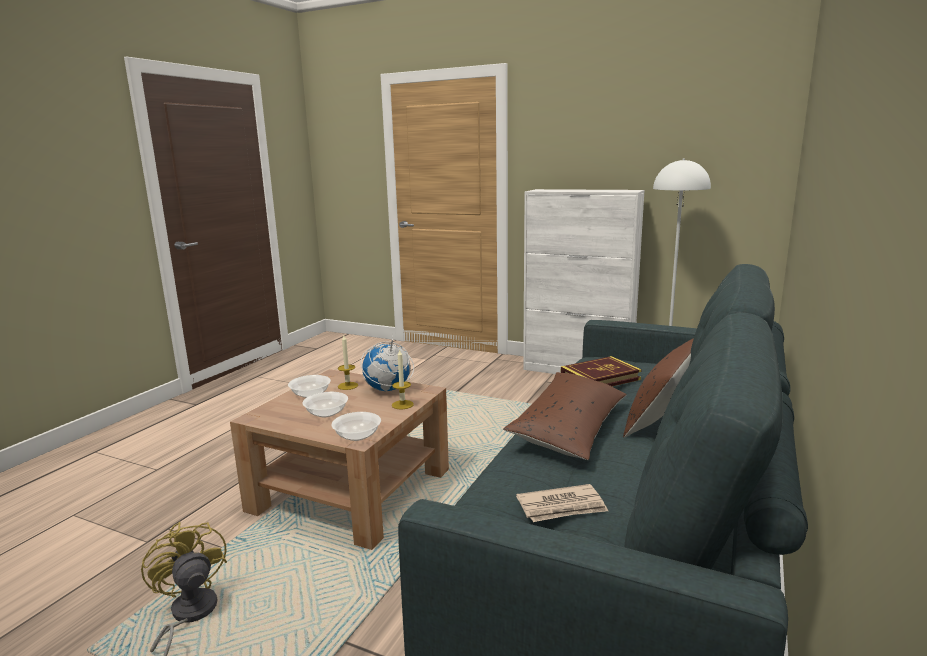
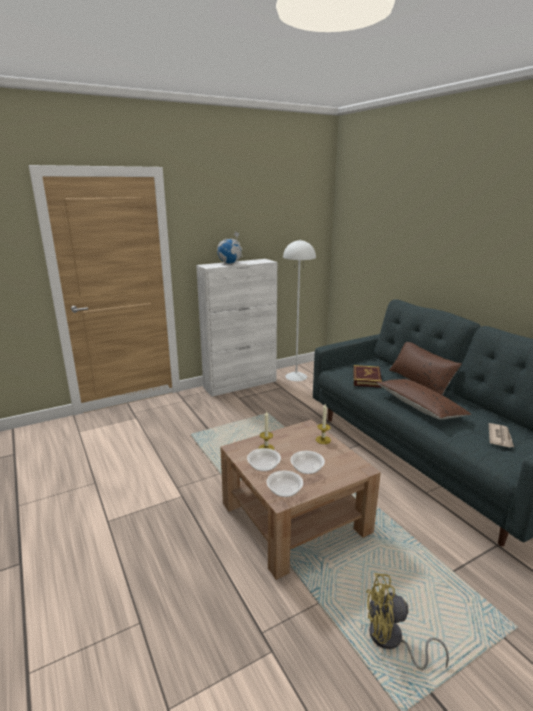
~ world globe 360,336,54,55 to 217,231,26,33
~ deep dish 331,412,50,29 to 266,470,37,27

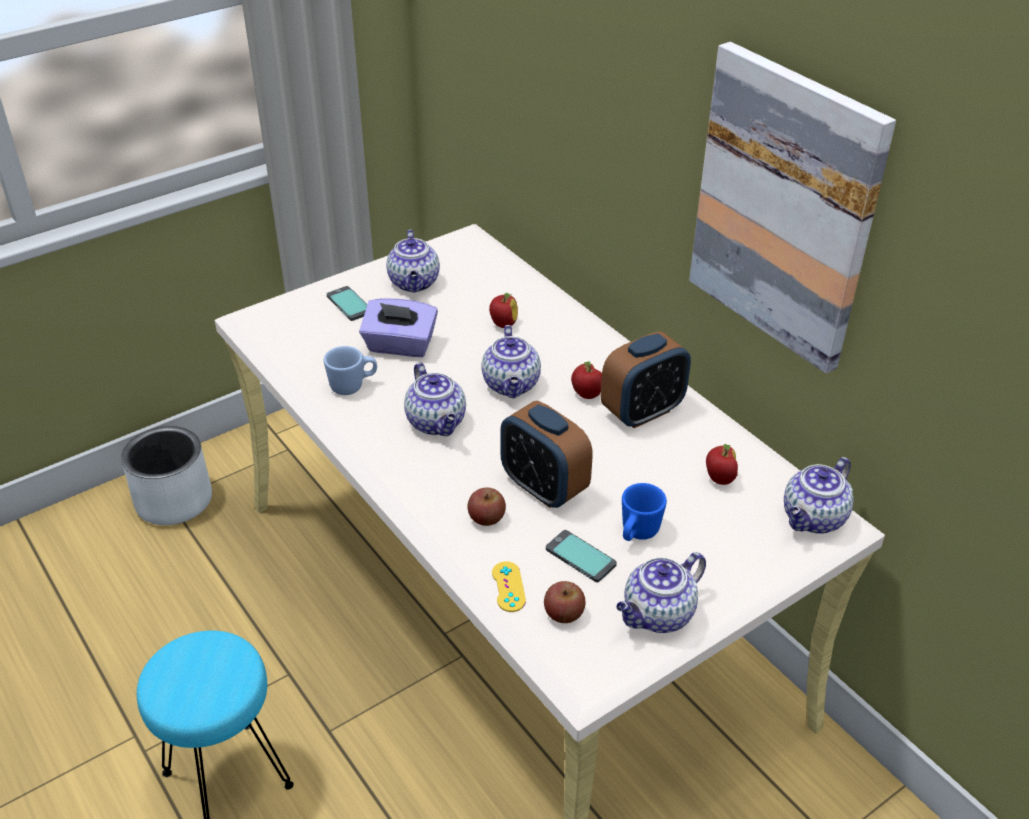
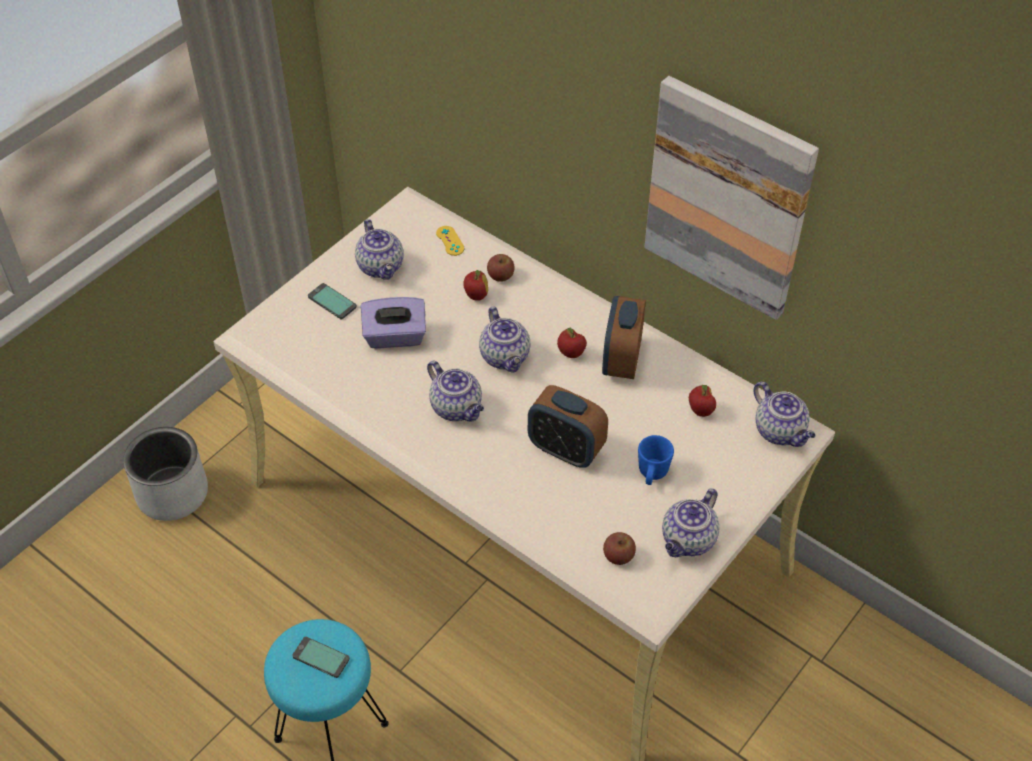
~ handset 546,530,71,52 to 292,637,58,41
~ yellowish game controller 492,561,34,51 to 436,226,28,30
~ apple fruit 468,487,38,39 to 487,254,28,28
~ alarm clock 601,331,90,97 = 602,296,44,83 150 degrees clockwise
~ pot for tea 784,457,70,77 = 754,382,62,65 60 degrees counterclockwise
- blue tea mug 324,346,53,49

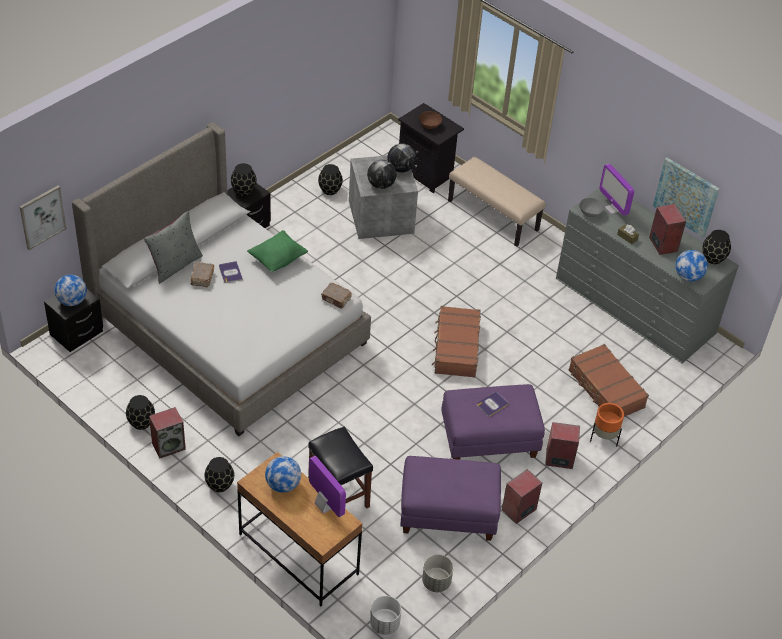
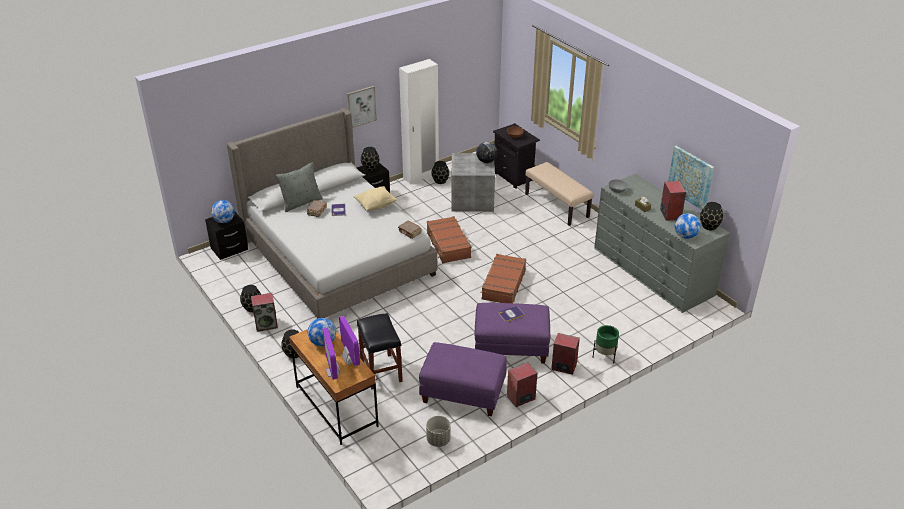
~ computer display 599,164,35,52 to 322,327,19,53
~ wall picture 20,185,47,65 to 347,86,30,42
~ green cushion 247,230,61,42 to sand-coloured cushion 353,186,44,25
+ white wardrobe 399,59,40,125
~ brown-coloured suitcase 569,344,80,73 to 427,216,44,47
~ orange planter 590,403,34,44 to green planter 593,325,26,38
- world globe 367,160,29,29
- white planter 370,596,32,39

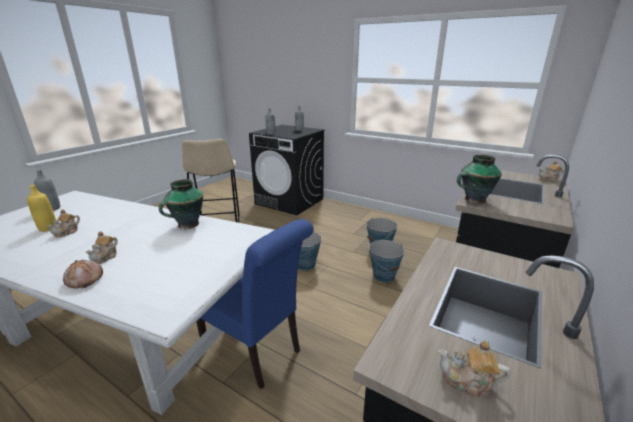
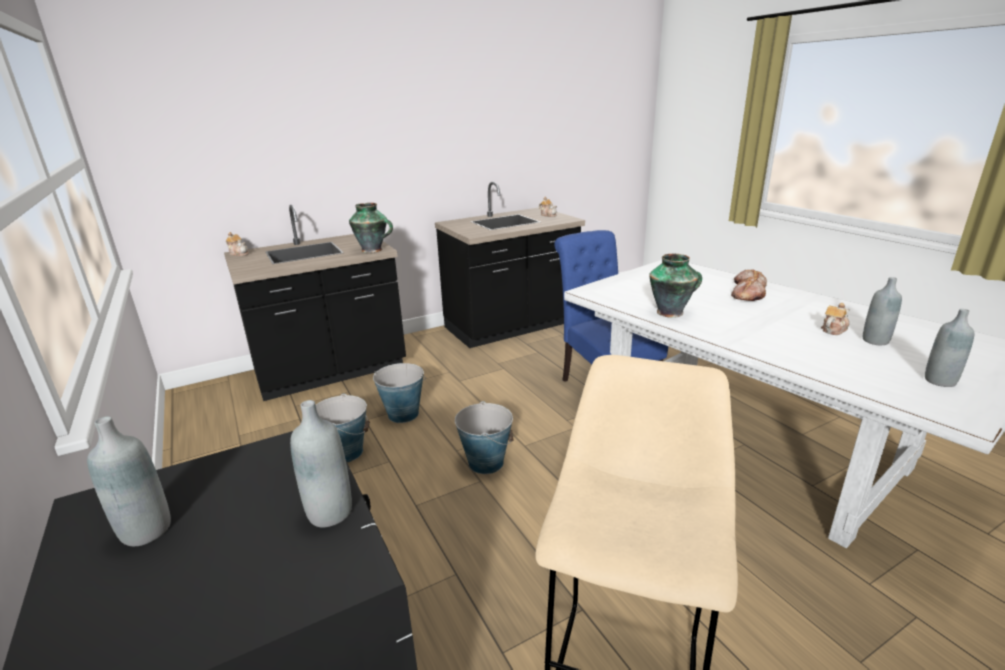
~ pot for tea 85,231,33,33 to bread 731,280,35,21
~ yellowish drink bottle 27,185,29,47 to greyish drink bottle 863,277,39,68

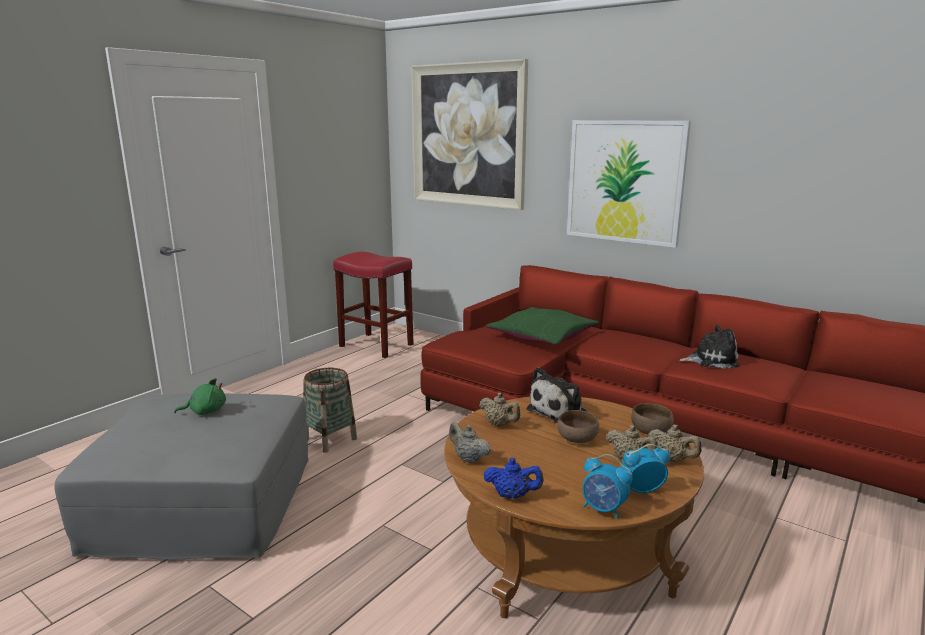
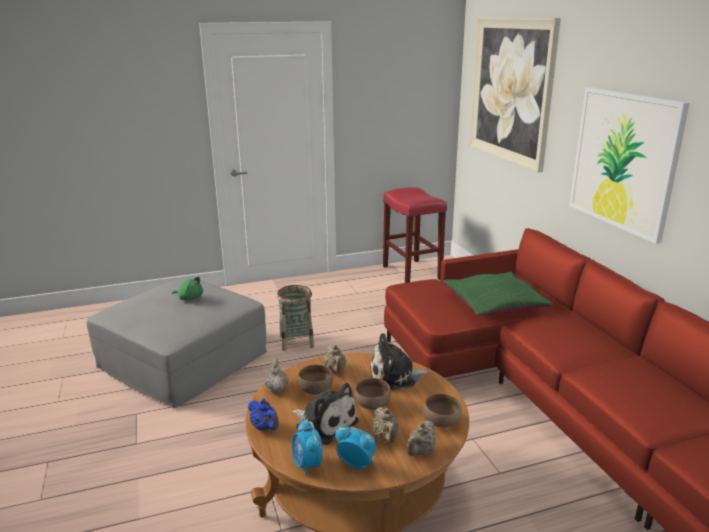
~ plush toy 679,325,61,44 to 292,383,67,62
+ brown-coloured deep dish 297,365,36,29
~ sand-coloured pot for tea 648,424,54,38 = 407,421,29,35 45 degrees clockwise

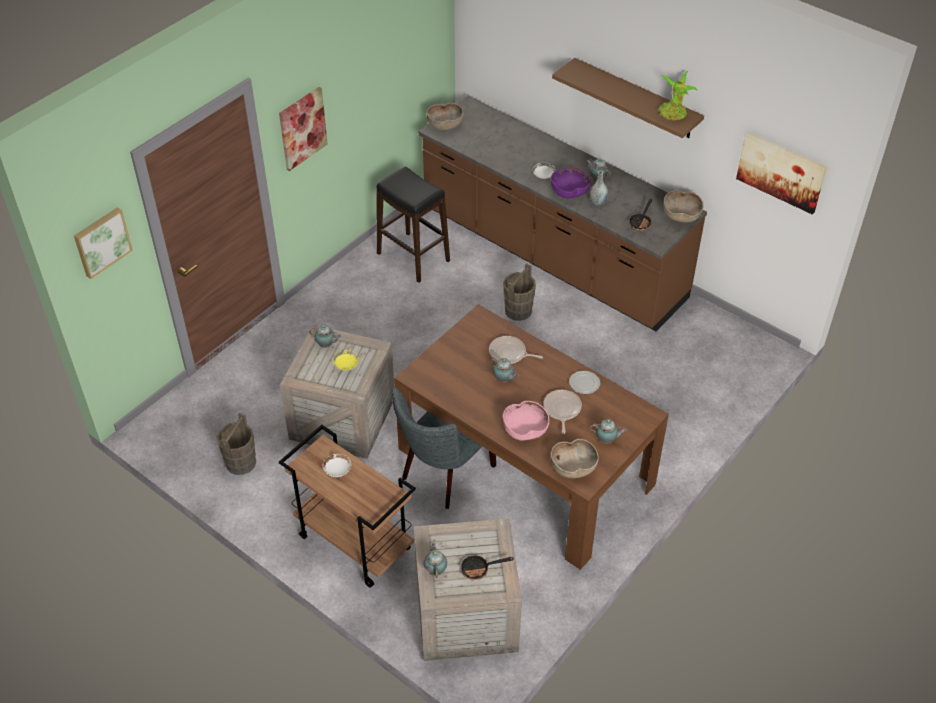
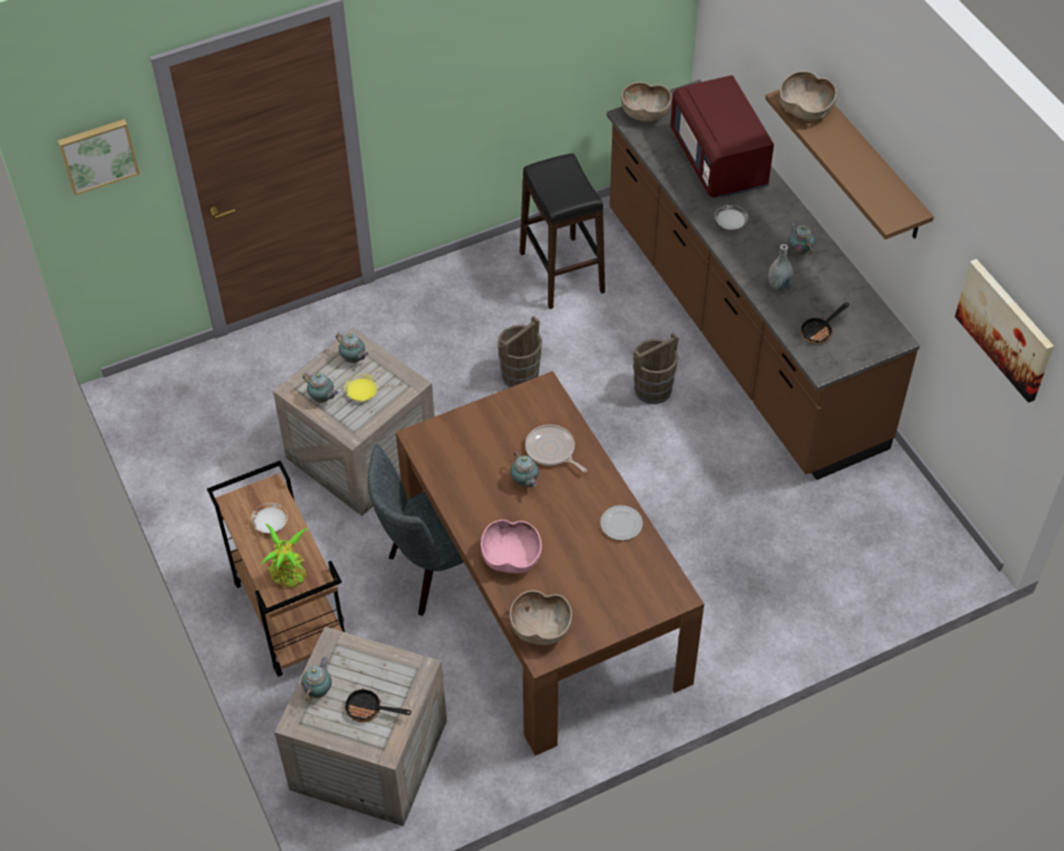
~ potted plant 658,71,40,49 to 261,523,48,64
~ pot for tea 590,419,37,25 to 303,372,36,31
~ brown-coloured bucket 217,413,39,62 to 497,316,45,71
+ reddish microwave oven 670,75,104,122
~ brown-coloured deep dish 663,190,41,32 to 779,71,58,49
- wall picture 279,87,49,84
- skillet 543,390,39,44
- purple deep dish 551,167,40,32

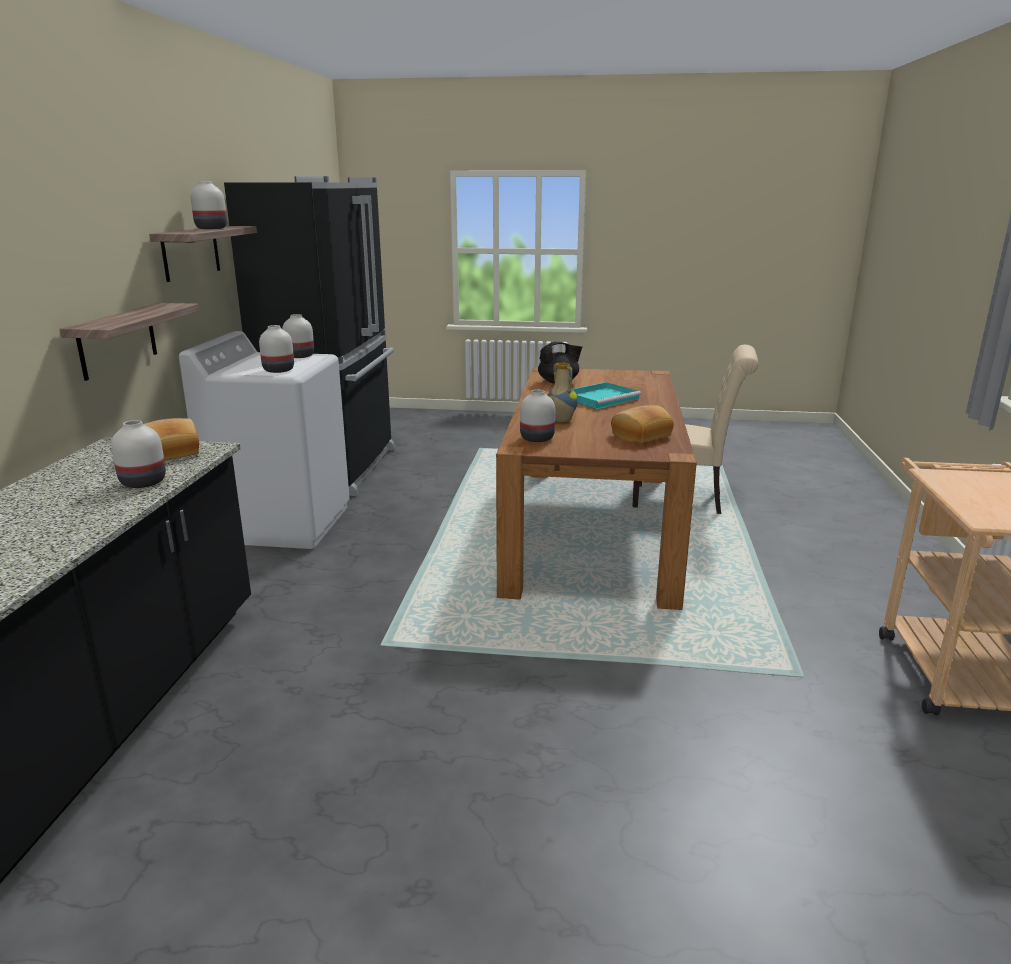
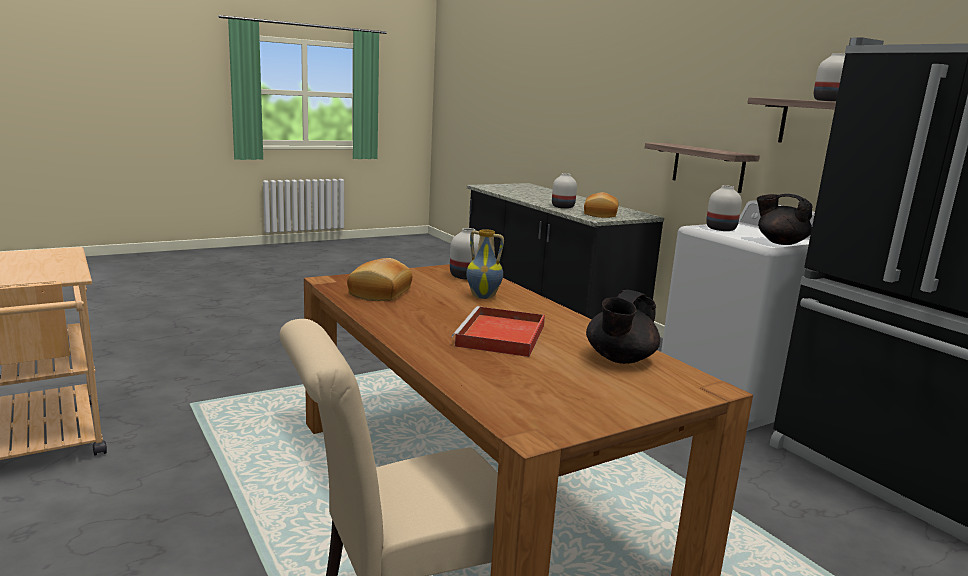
~ blue-green serving tray 573,382,68,28 to reddish serving tray 452,306,93,51
~ white vase 282,314,32,44 to black-coloured pot for tea 757,194,56,51

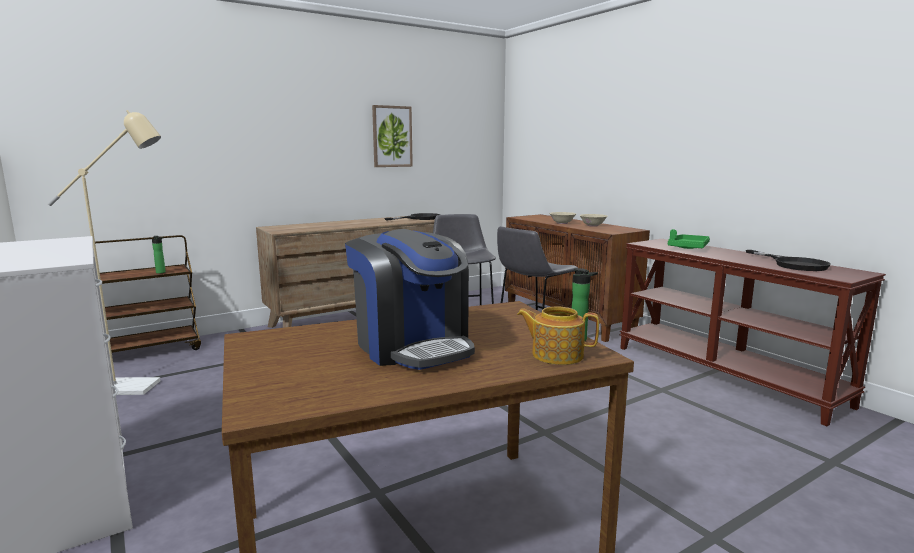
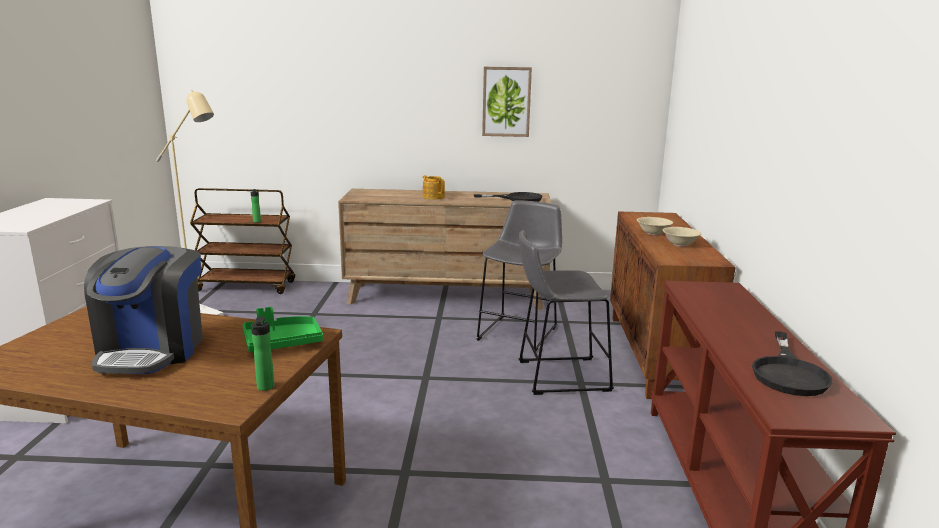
~ green serving tray 668,229,42,20 to 242,307,81,45
~ pot for tea 517,307,82,58 to 423,175,22,24

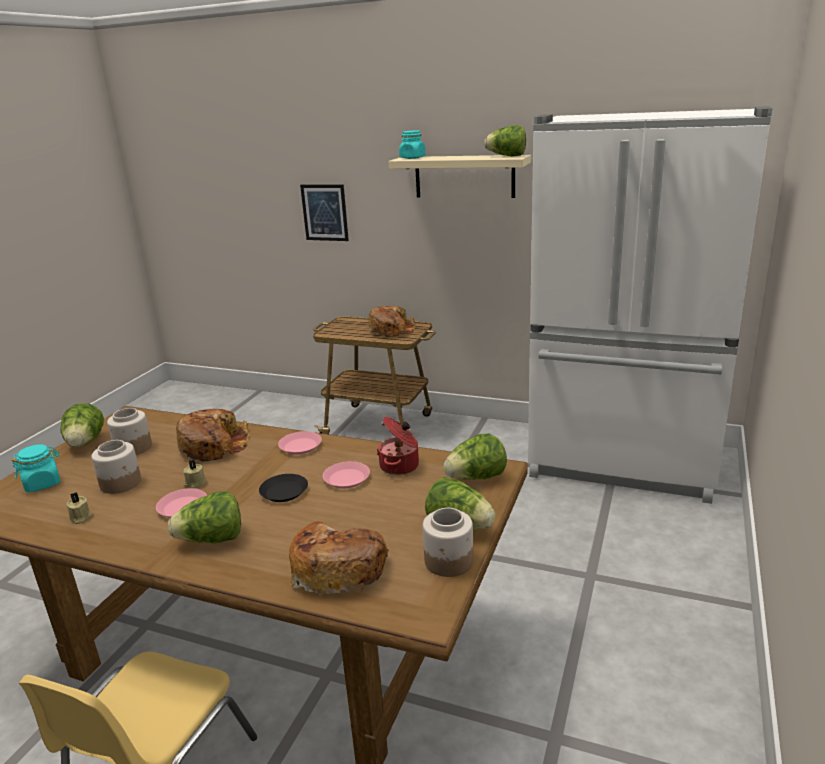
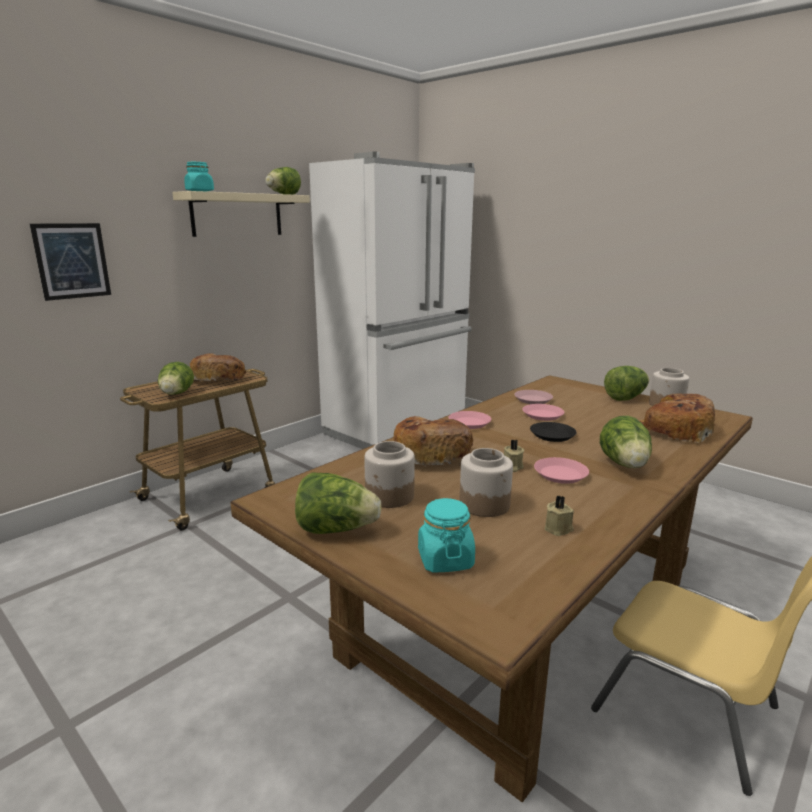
~ lettuce head 443,433,64,47 to 158,362,36,33
~ stockpot 377,417,42,58 to pinkish flat dish 514,390,39,14

